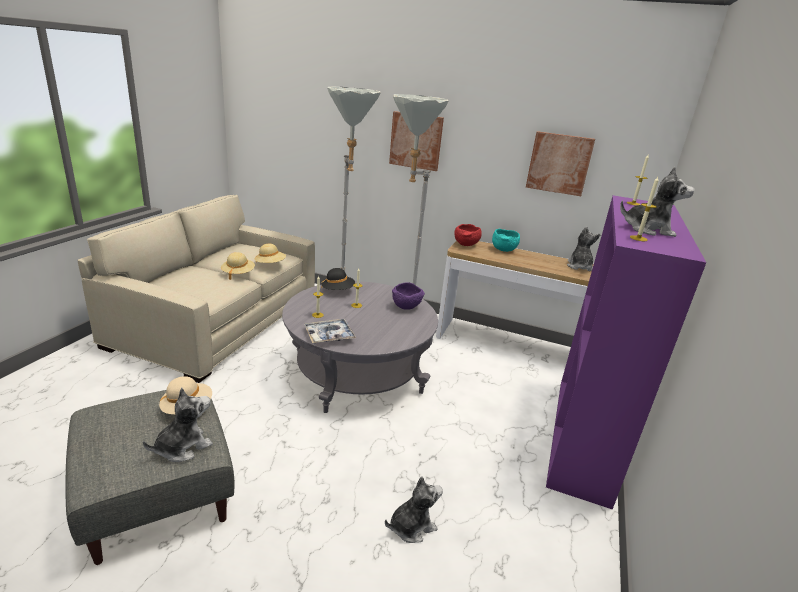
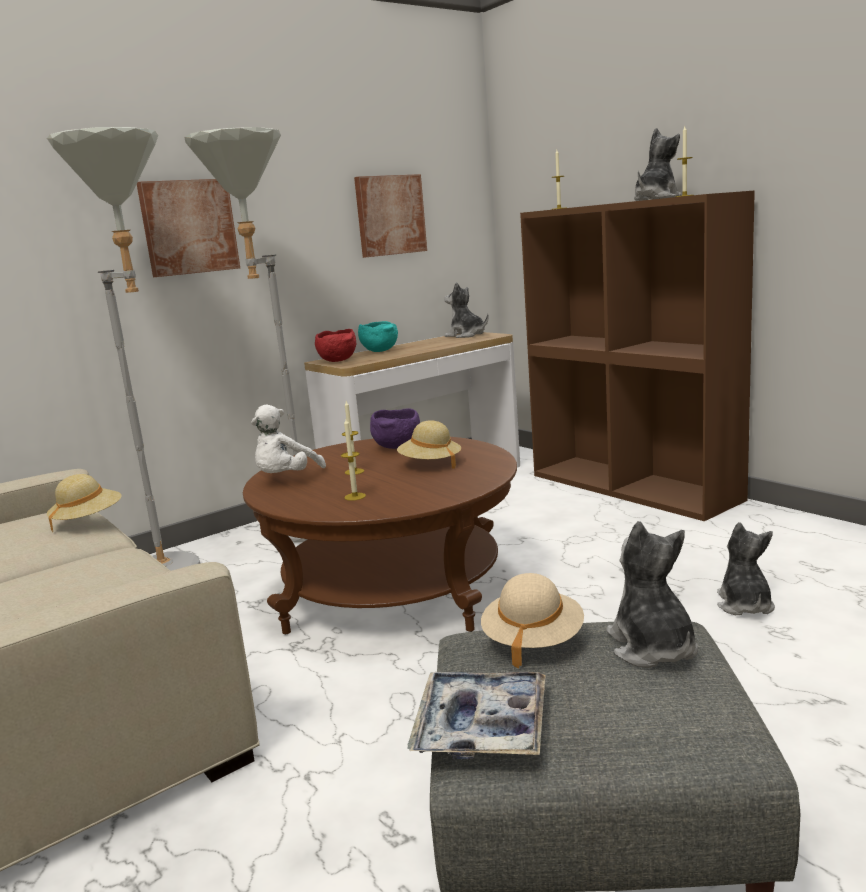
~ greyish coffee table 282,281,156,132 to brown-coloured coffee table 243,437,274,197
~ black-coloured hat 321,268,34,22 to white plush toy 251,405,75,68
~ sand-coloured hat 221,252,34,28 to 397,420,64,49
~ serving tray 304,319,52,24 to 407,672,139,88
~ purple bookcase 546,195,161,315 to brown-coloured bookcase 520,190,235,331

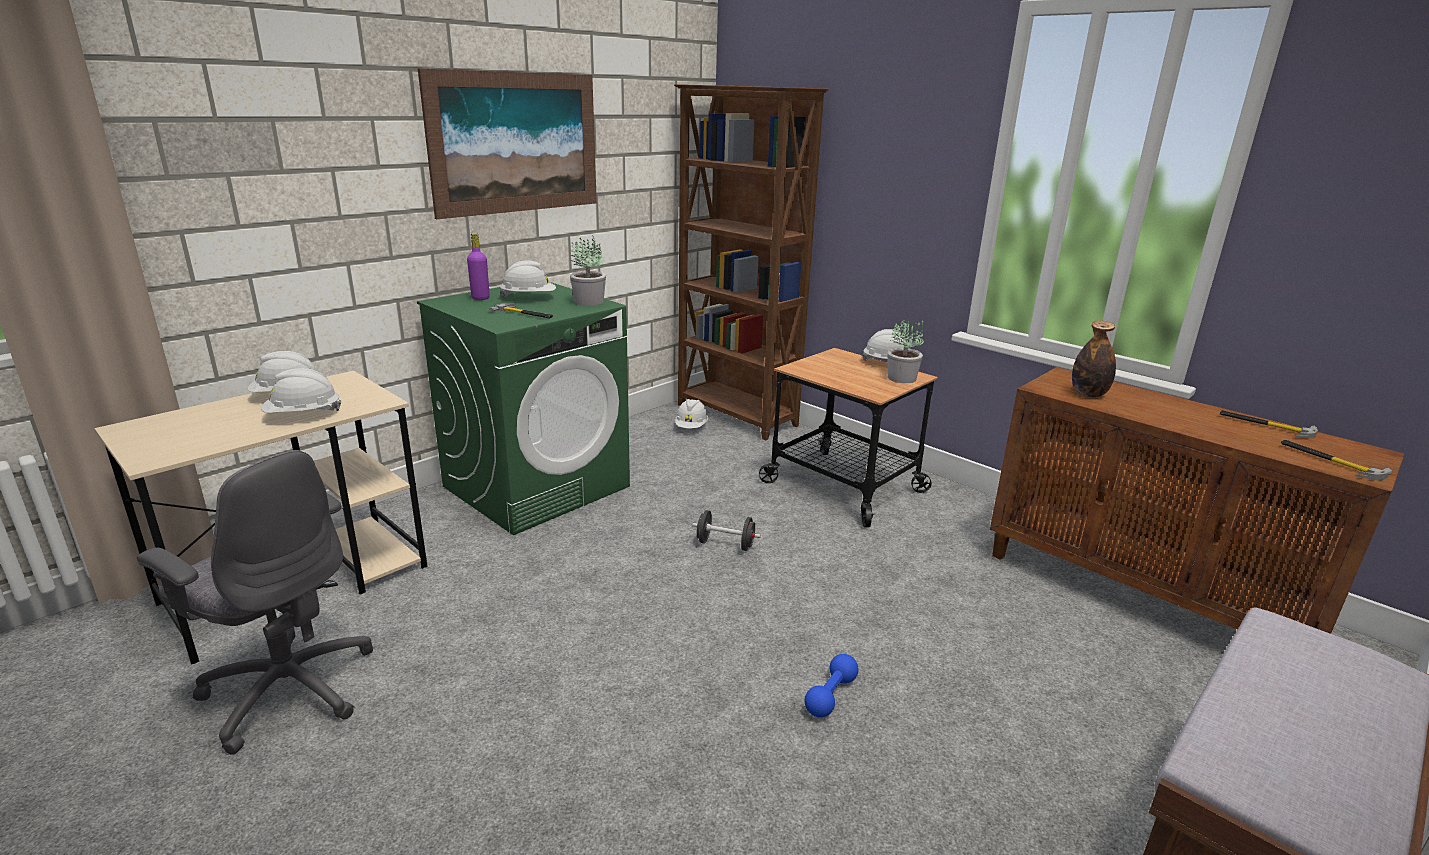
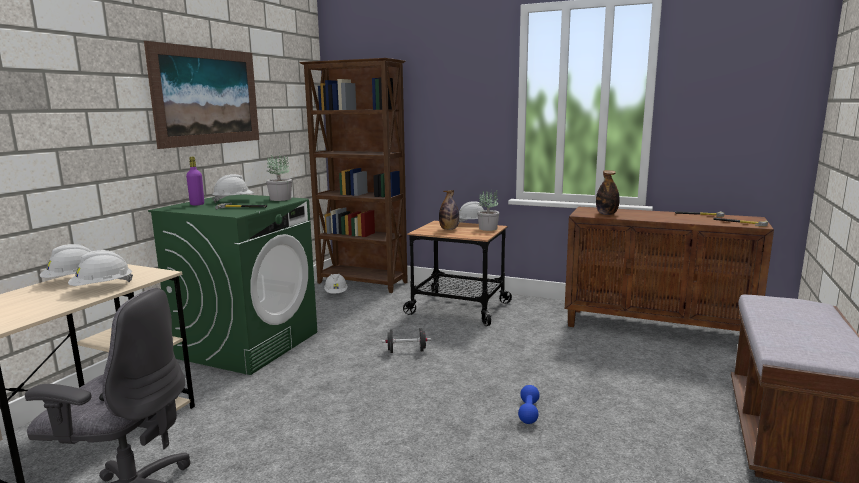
+ drink bottle 439,190,20,40

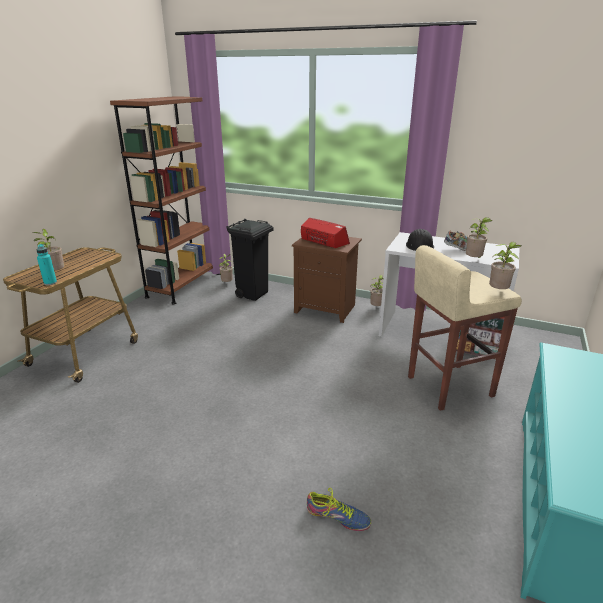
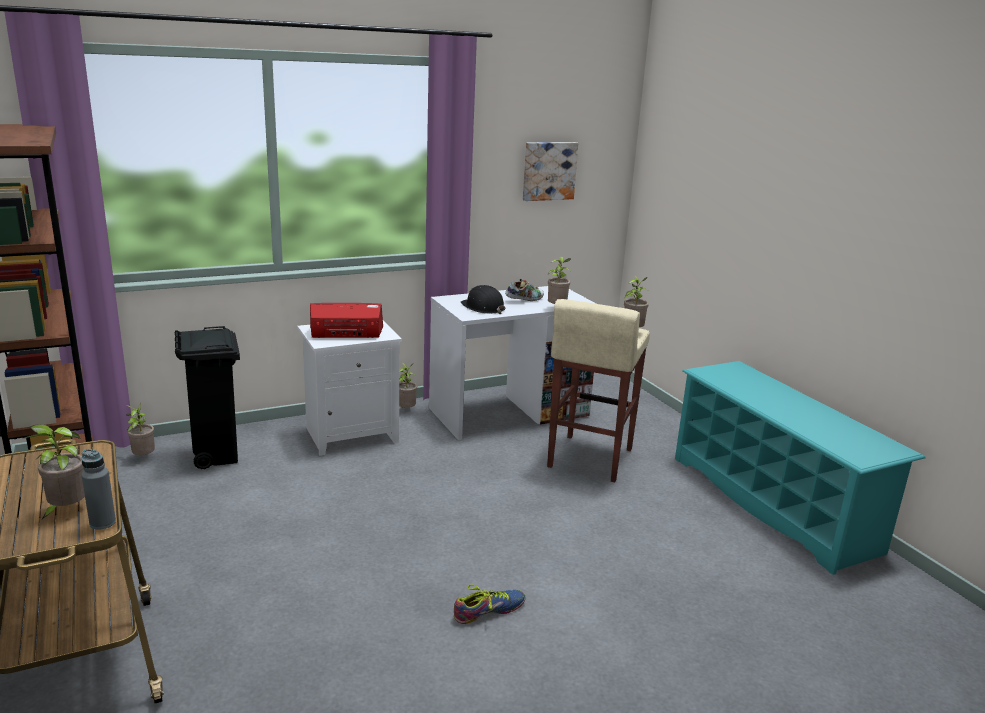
~ blue-green drink bottle 36,244,21,41 to greyish drink bottle 82,449,34,81
~ brown-coloured night table 292,237,70,86 to white night table 297,321,105,135
~ item of footwear 307,488,64,43 to 454,585,71,39
+ wall picture 523,142,55,59

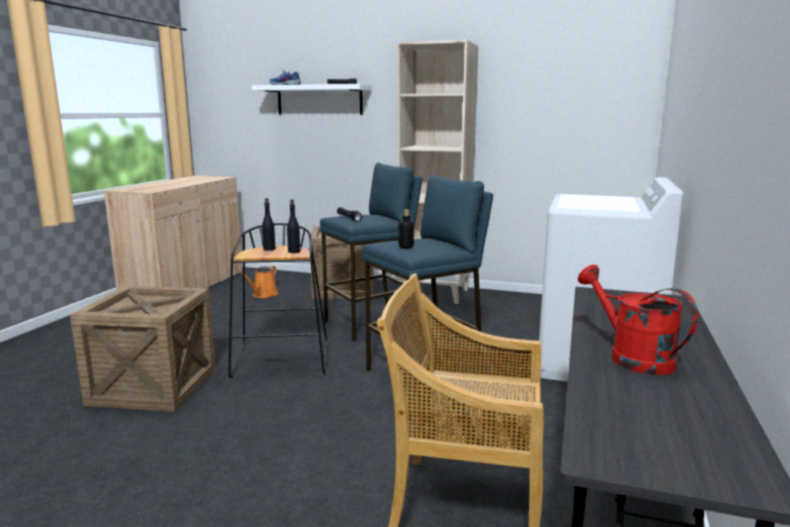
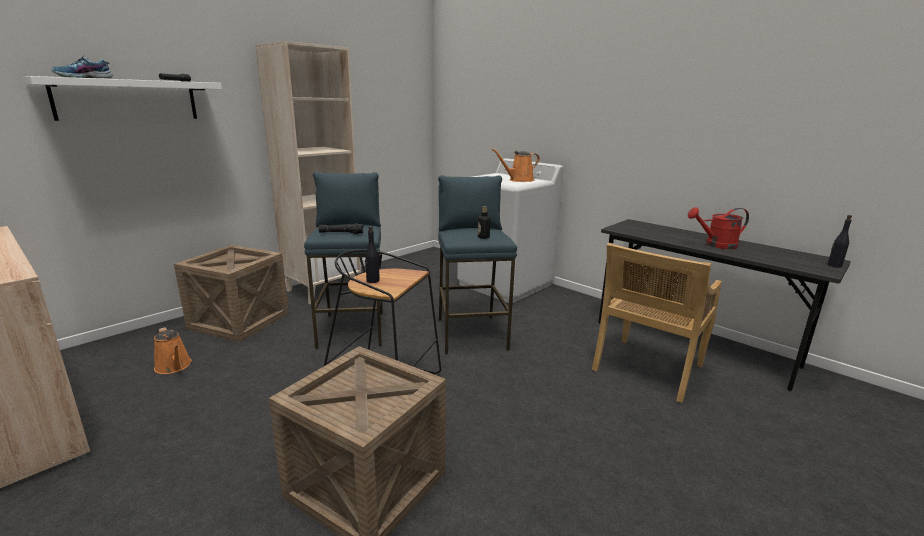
+ orange sprinkling can 492,149,48,33
~ black-coloured drink bottle 287,199,13,54 to 827,215,25,53

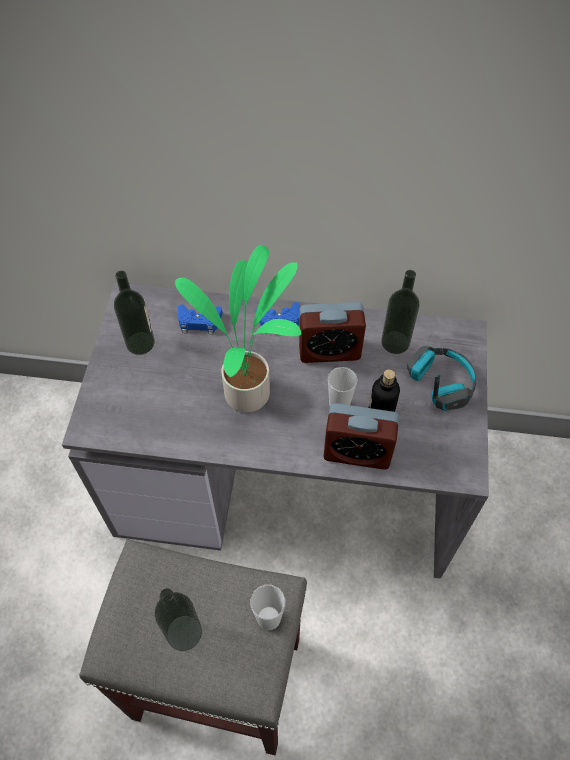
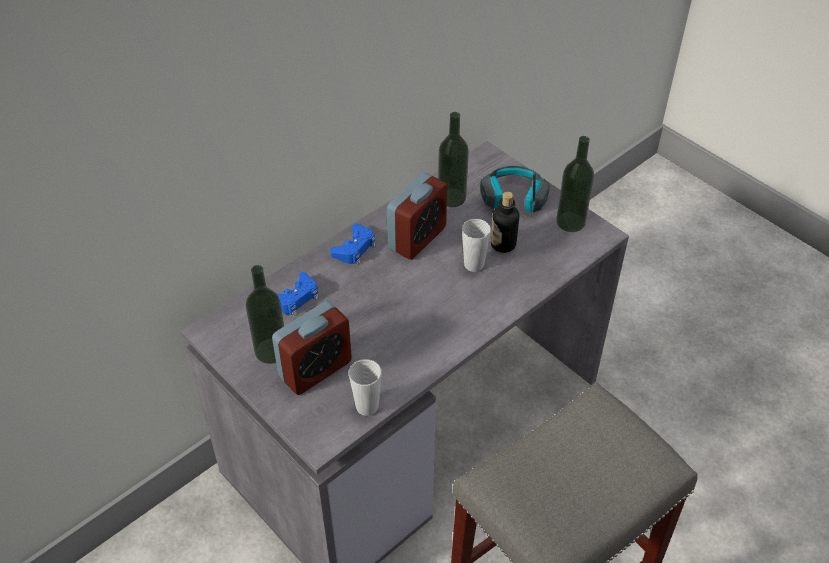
~ alarm clock 323,403,76,66 to 272,301,80,94
~ small cup 250,585,35,45 to 349,359,33,57
~ drink bottle 155,588,47,63 to 556,136,38,96
- potted plant 175,245,126,167

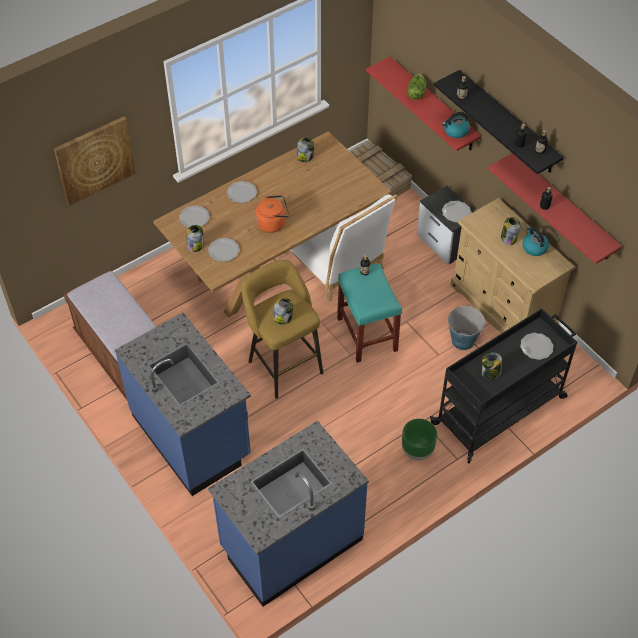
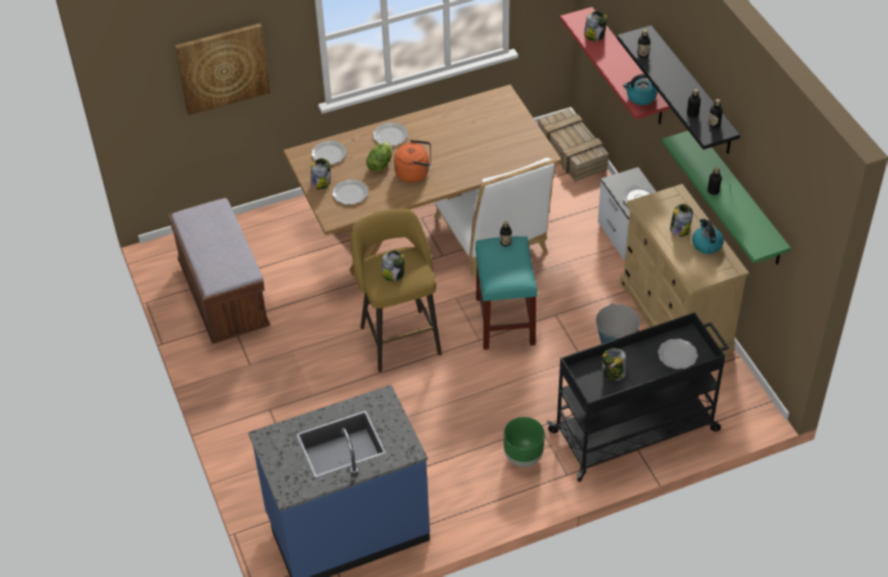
~ lettuce head 408,74,18,26 to 366,142,26,29
~ preserve jar 296,138,18,24 to 584,11,23,30
~ reddish bracket shelf 488,153,134,111 to green bracket shelf 662,131,129,134
- blue counter 115,313,136,183

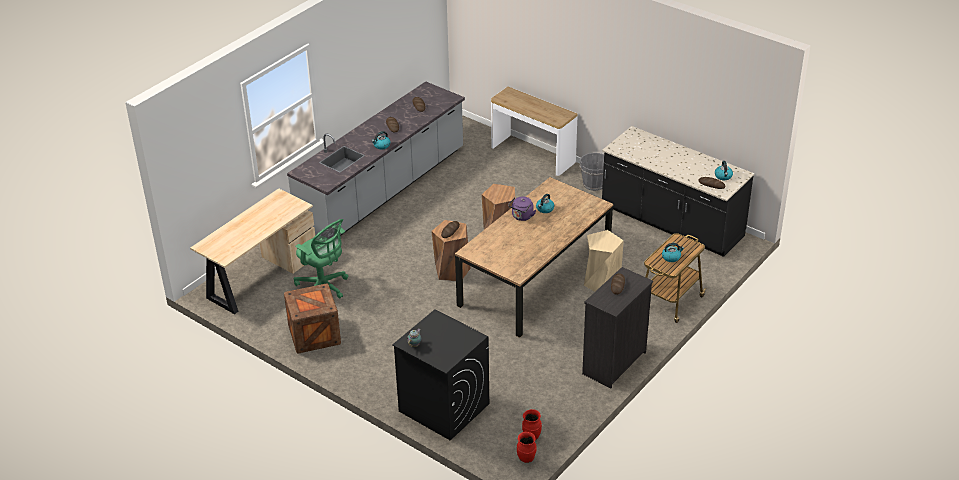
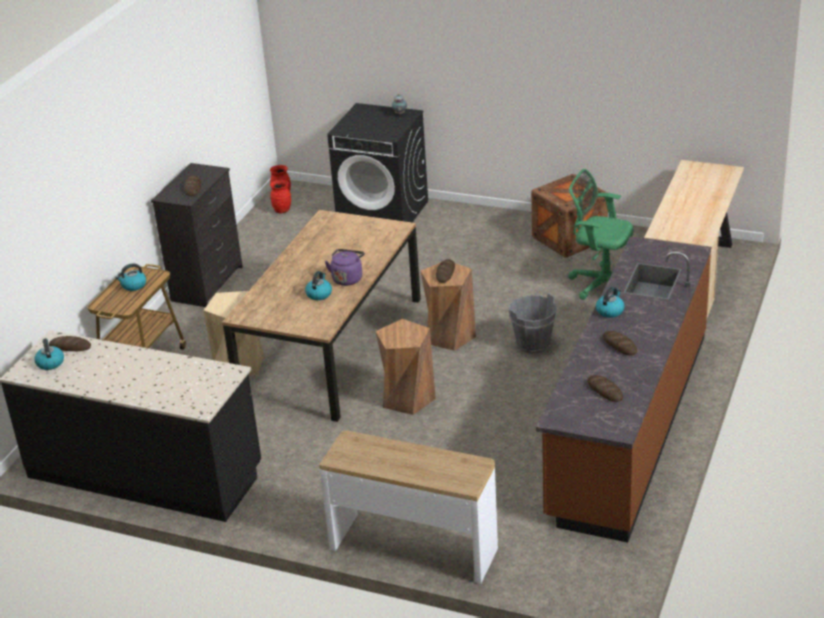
~ greyish bucket 580,153,25,38 to 509,293,48,61
~ greyish counter 287,81,178,156 to brown-coloured counter 536,236,175,307

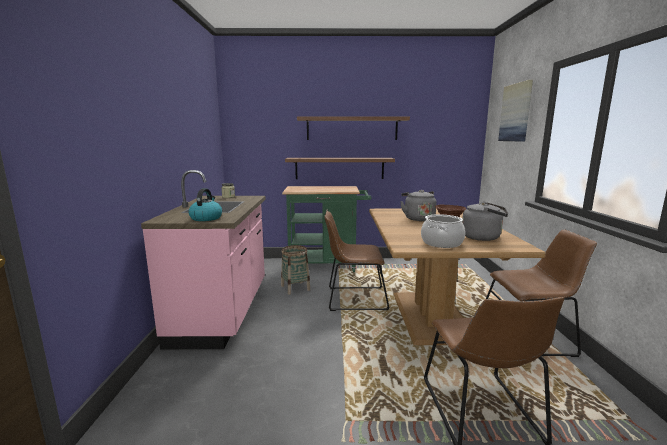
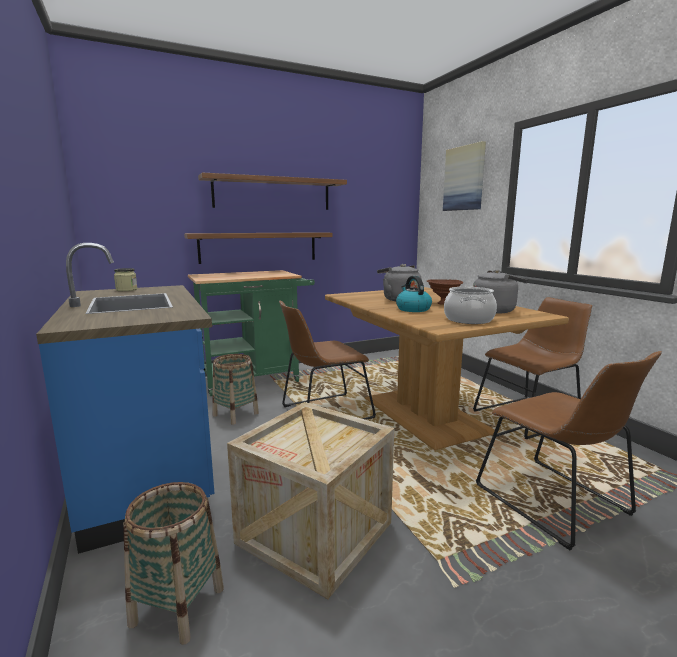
~ pinkish counter 141,170,125,179 to blue counter 36,243,178,311
+ storage basket 123,482,101,163
+ crate 227,402,167,197
~ tea kettle 188,188,34,33 to 396,276,36,36

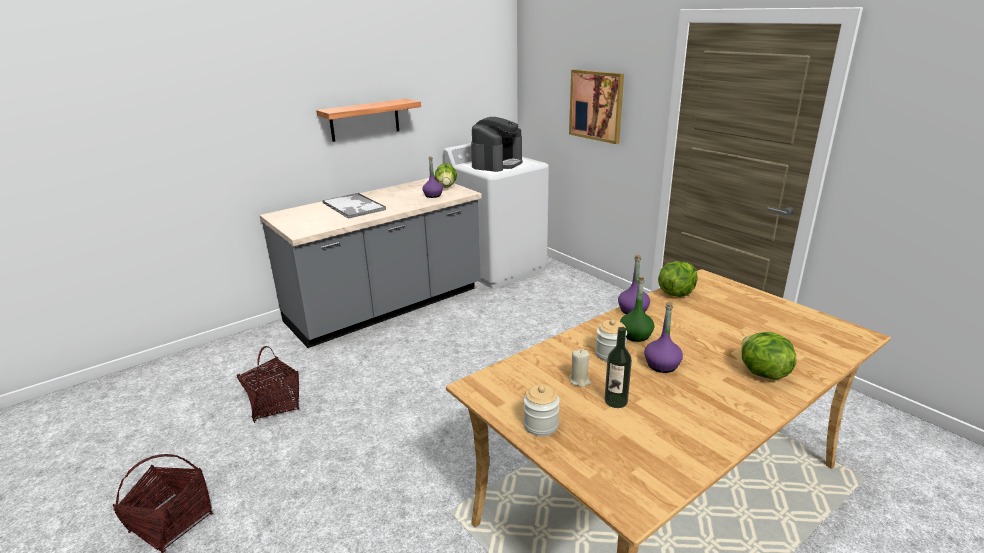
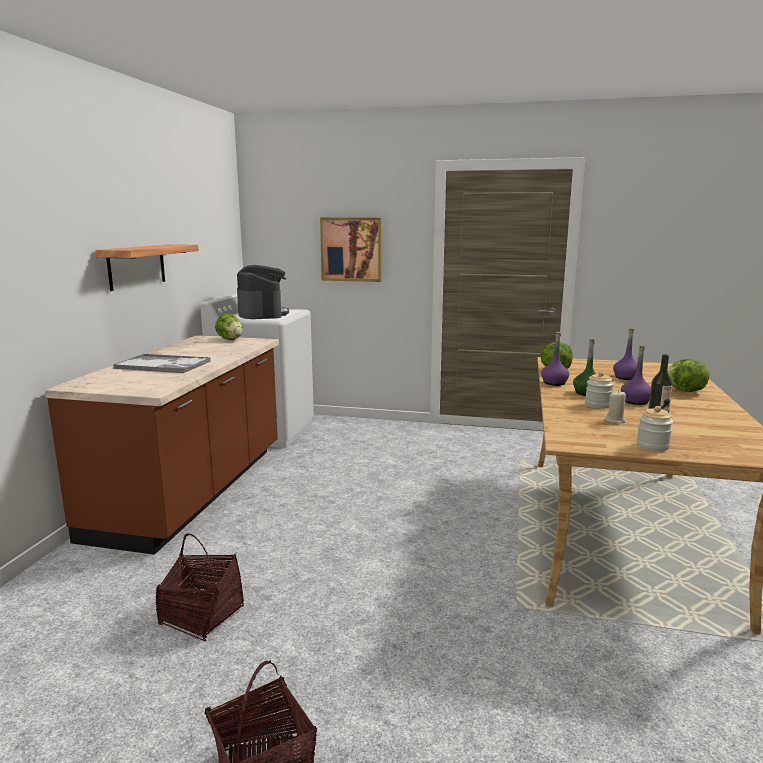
~ greyish counter 259,178,222,170 to brown-coloured counter 45,335,234,220
~ purple drink bottle 422,157,21,41 to 613,328,24,52

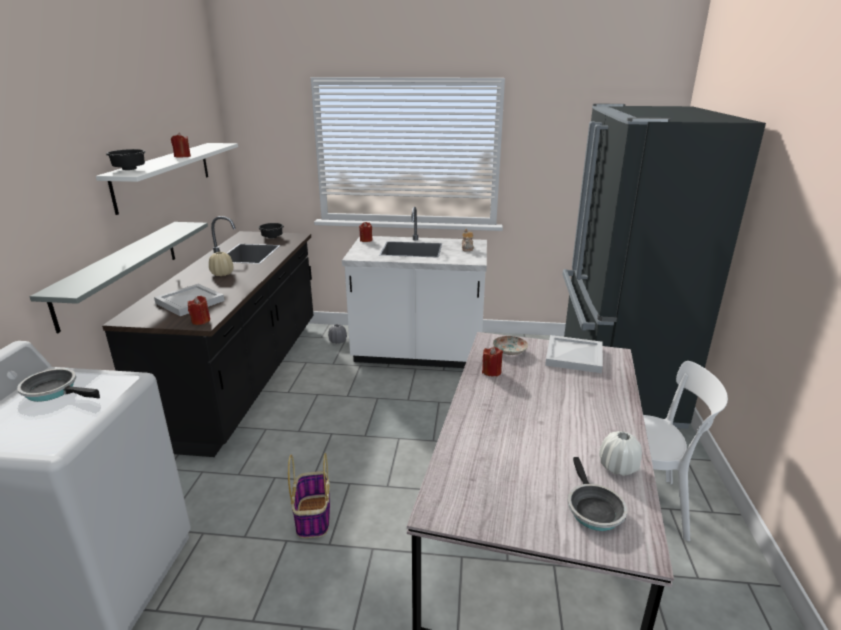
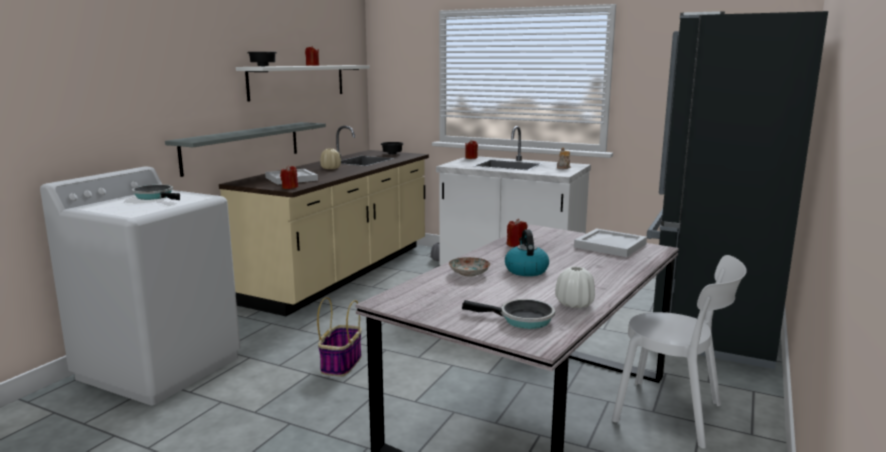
~ black-coloured counter 102,216,212,241 to sand-coloured counter 219,126,210,190
~ flat dish 493,336,35,19 to 449,257,41,20
~ skillet 568,457,59,74 = 462,299,93,30 90 degrees counterclockwise
+ tea kettle 505,229,44,47

